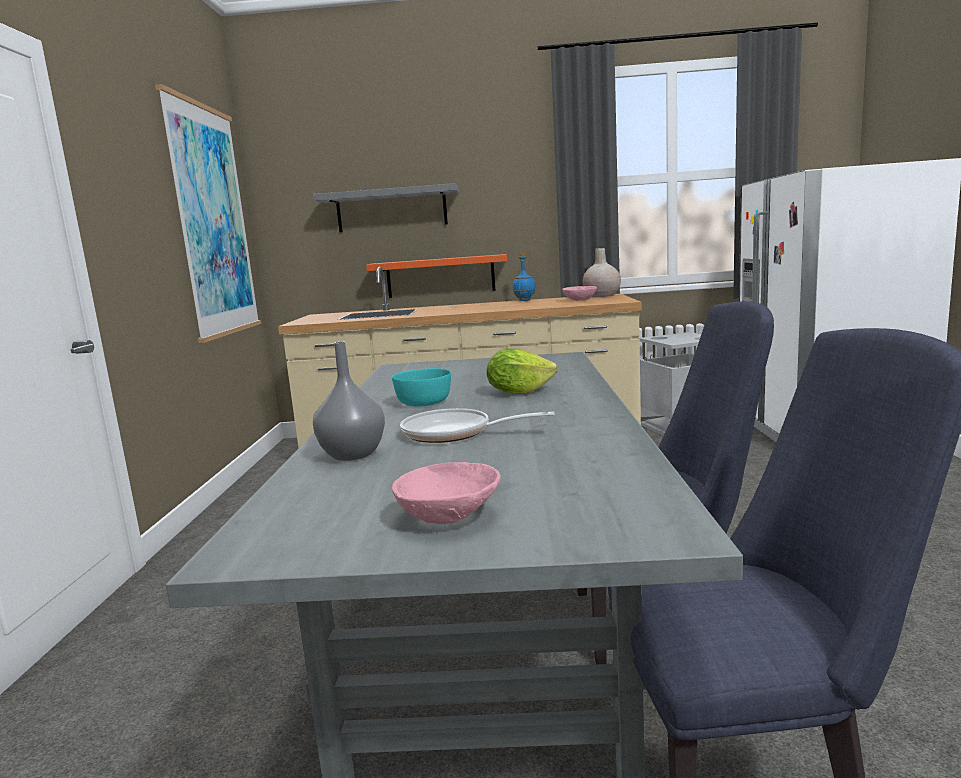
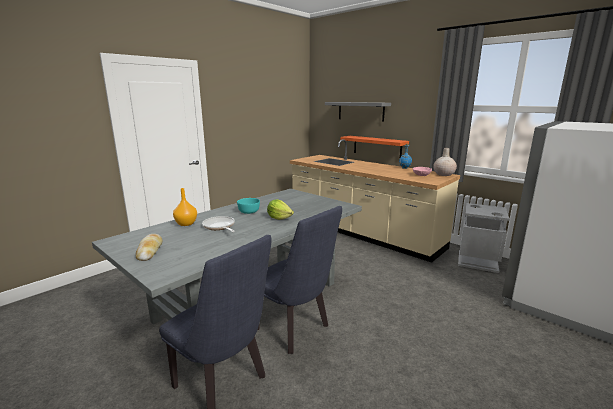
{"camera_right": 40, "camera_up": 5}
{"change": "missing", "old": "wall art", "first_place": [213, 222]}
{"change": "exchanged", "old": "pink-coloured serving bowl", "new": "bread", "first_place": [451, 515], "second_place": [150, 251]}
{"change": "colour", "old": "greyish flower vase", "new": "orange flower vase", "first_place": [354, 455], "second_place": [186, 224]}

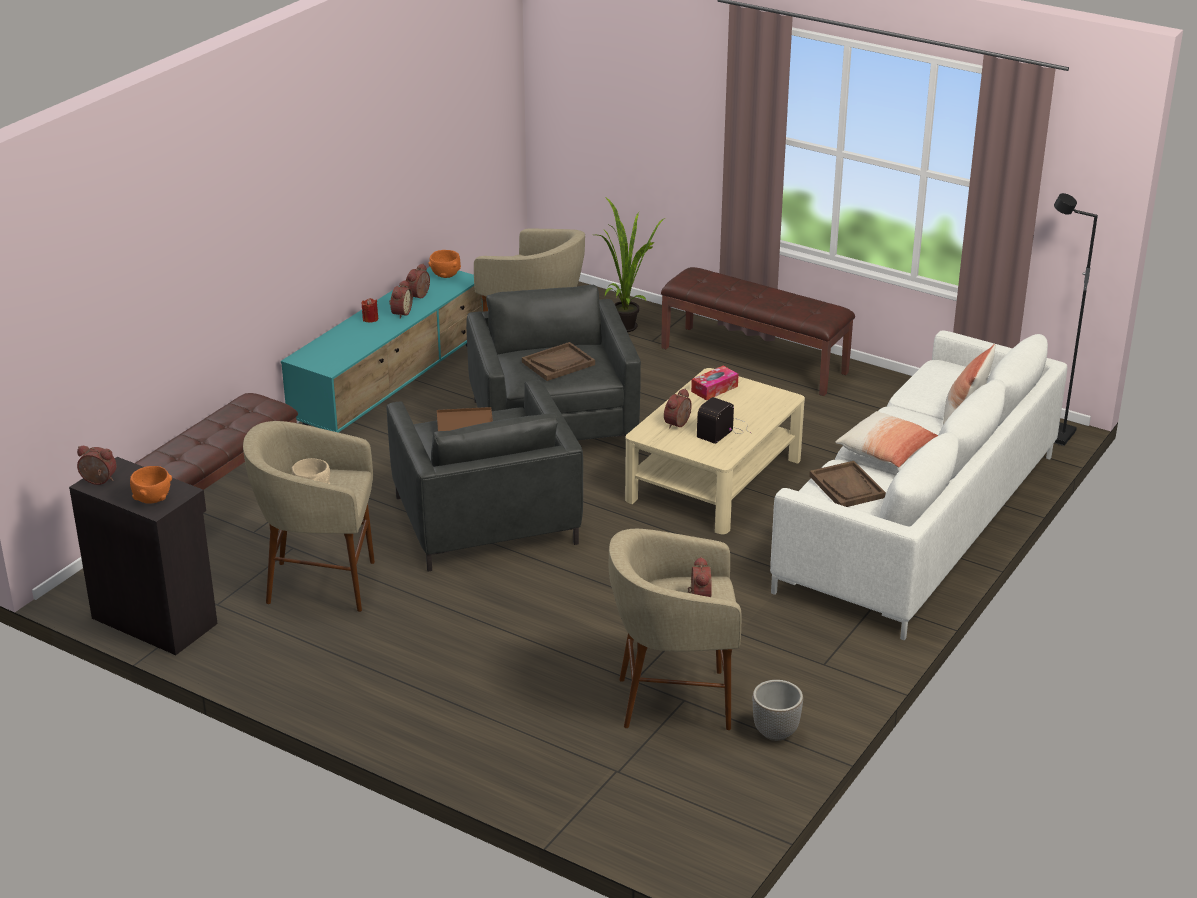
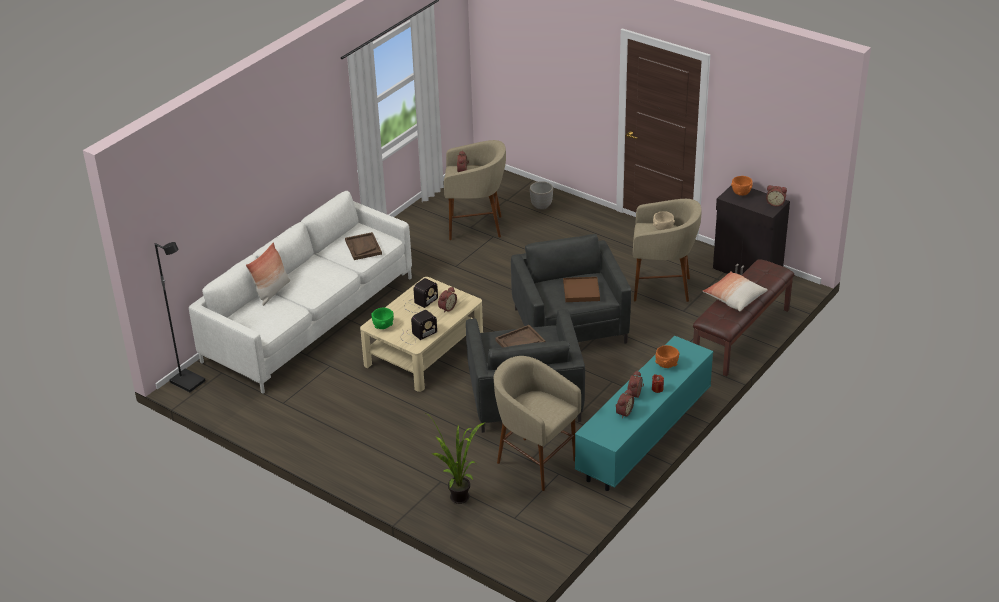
{"camera_right": -175, "camera_up": 5}
{"change": "missing", "old": "brownish long seat", "first_place": [754, 360]}
{"change": "appeared", "new": "green serving bowl", "second_place": [383, 326]}
{"change": "relocated", "old": "orange serving bowl", "first_place": [445, 275], "second_place": [666, 365]}
{"change": "relocated", "old": "plant pot", "first_place": [775, 732], "second_place": [541, 206]}
{"change": "relocated", "old": "cushion", "first_place": [887, 452], "second_place": [734, 298]}
{"change": "exchanged", "old": "tissue box", "new": "radio receiver", "first_place": [714, 389], "second_place": [417, 335]}

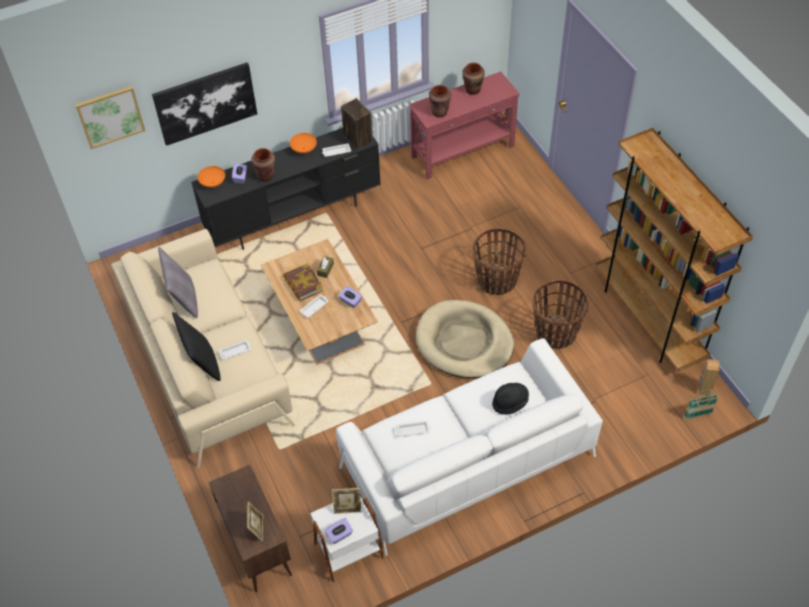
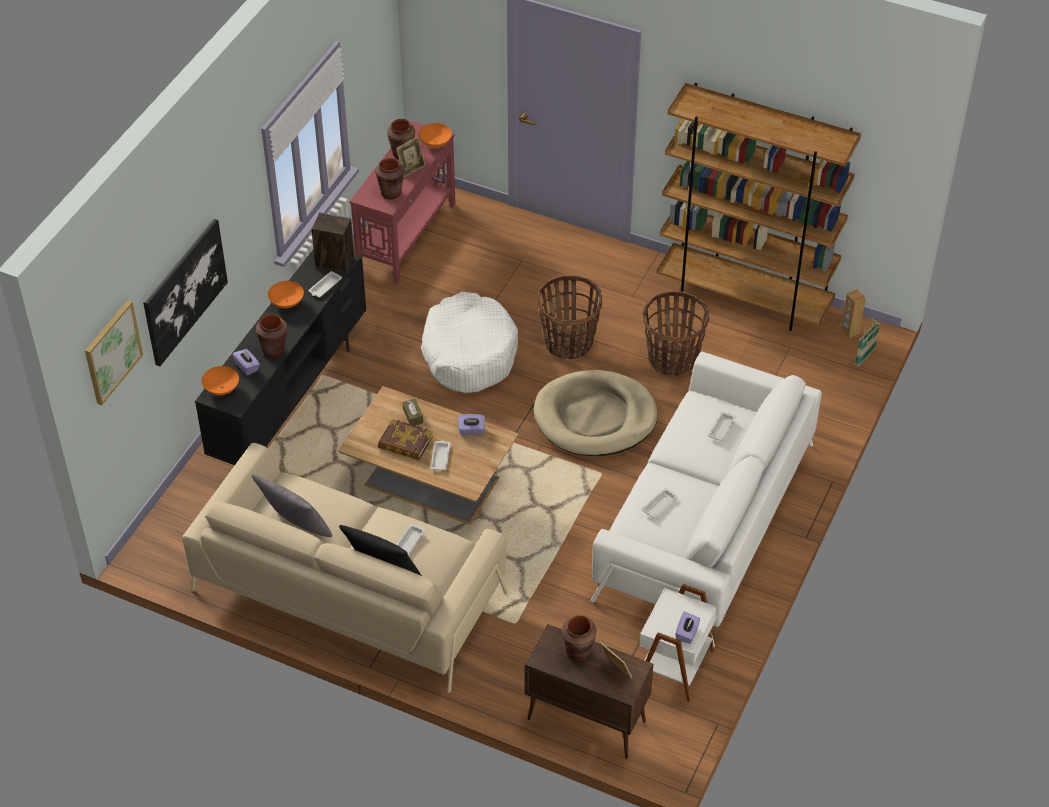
{"camera_right": -40, "camera_up": -5}
{"change": "appeared", "new": "orange serving bowl", "second_place": [435, 143]}
{"change": "appeared", "new": "white-coloured dog cushion", "second_place": [469, 353]}
{"change": "appeared", "new": "brownish flower vase", "second_place": [578, 652]}
{"change": "relocated", "old": "picture frame", "first_place": [347, 508], "second_place": [411, 168]}
{"change": "exchanged", "old": "blackish hat", "new": "white-coloured serving tray", "first_place": [510, 402], "second_place": [722, 428]}

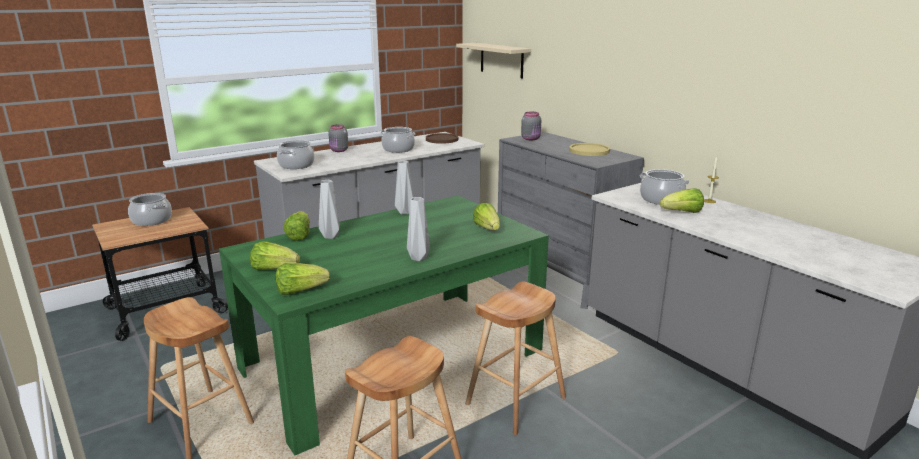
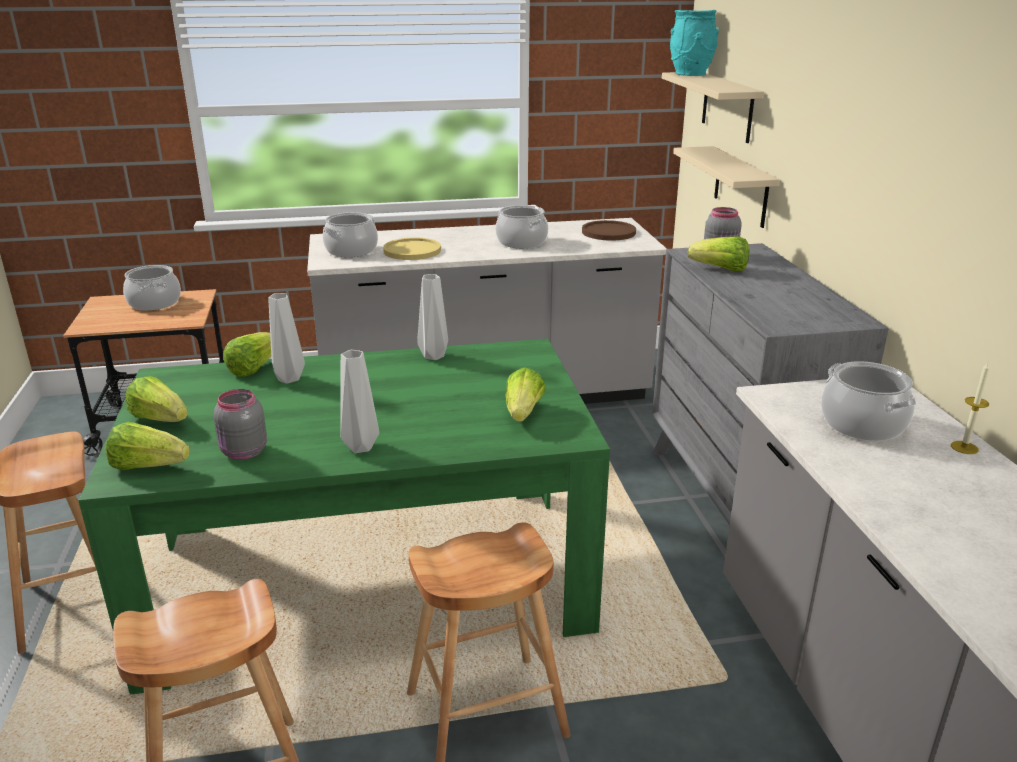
{"camera_right": 25, "camera_up": 5}
{"change": "appeared", "new": "blue-green flower vase", "second_place": [691, 74]}
{"change": "appeared", "new": "sand-coloured bracket shelf", "second_place": [741, 186]}
{"change": "relocated", "old": "greyish preserve jar", "first_place": [339, 150], "second_place": [243, 452]}
{"change": "relocated", "old": "yellowish dinner plate", "first_place": [589, 151], "second_place": [412, 250]}
{"change": "relocated", "old": "head of lettuce", "first_place": [682, 213], "second_place": [720, 269]}

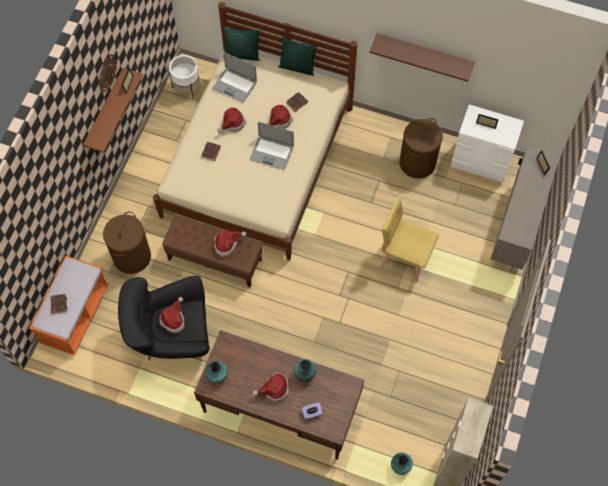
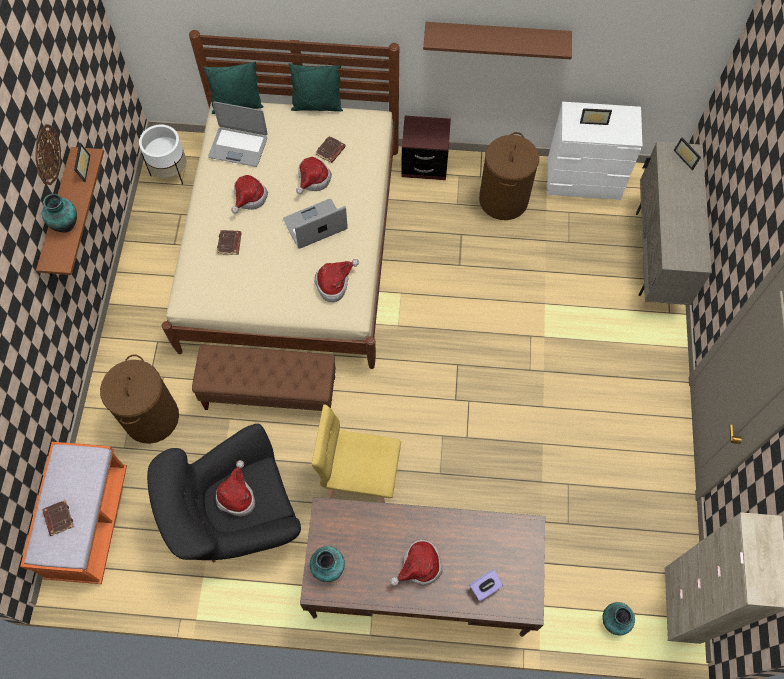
{"camera_right": -15, "camera_up": 0}
{"change": "appeared", "new": "brownish nightstand", "second_place": [424, 164]}
{"change": "relocated", "old": "hat", "first_place": [227, 244], "second_place": [334, 283]}
{"change": "relocated", "old": "flower vase", "first_place": [305, 374], "second_place": [66, 225]}
{"change": "relocated", "old": "yellowish chair", "first_place": [405, 258], "second_place": [361, 479]}
{"change": "spun", "old": "notebook computer", "first_place": [272, 153], "second_place": [315, 225], "degrees": 150}

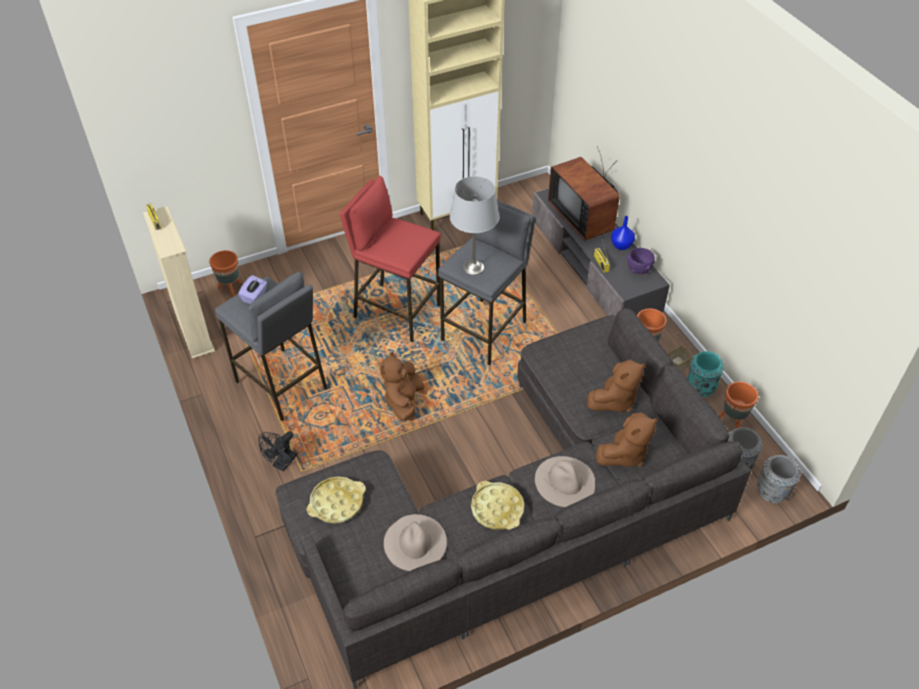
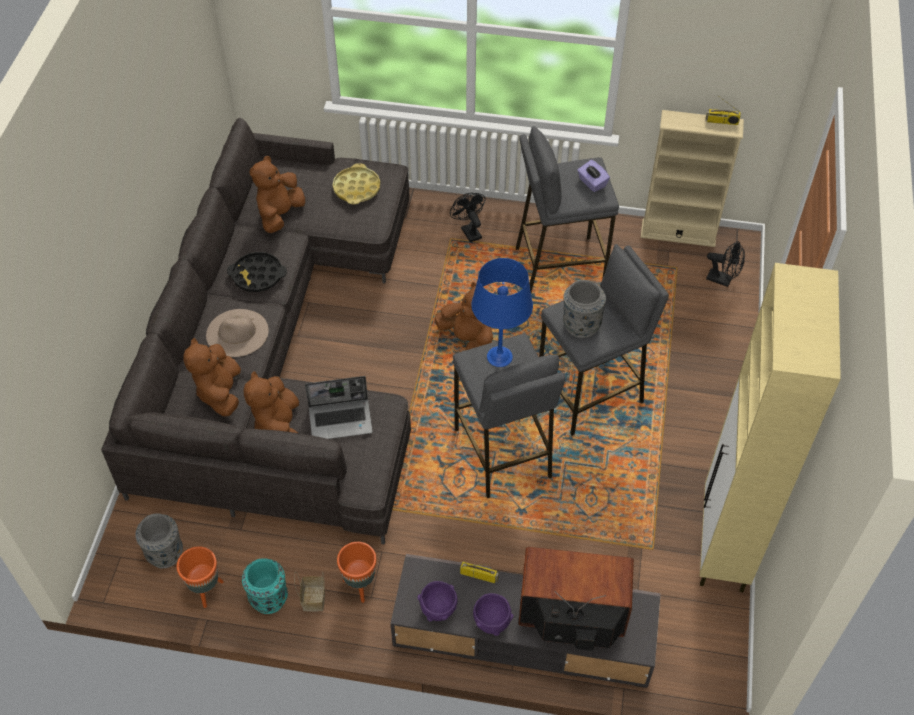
{"camera_right": 125, "camera_up": 5}
{"change": "appeared", "new": "notebook computer", "second_place": [341, 419]}
{"change": "relocated", "old": "greyish flower vase", "first_place": [772, 492], "second_place": [580, 325]}
{"change": "exchanged", "old": "orange plant pot", "new": "blackish fan", "first_place": [230, 290], "second_place": [723, 280]}
{"change": "exchanged", "old": "sand-coloured hat", "new": "brownish soft toy", "first_place": [415, 542], "second_place": [280, 215]}
{"change": "exchanged", "old": "blue flower vase", "new": "purple-coloured serving bowl", "first_place": [621, 245], "second_place": [492, 621]}
{"change": "colour", "old": "red-coloured stool", "new": "greyish stool", "first_place": [396, 312], "second_place": [591, 394]}
{"change": "colour", "old": "greyish table lamp", "new": "blue table lamp", "first_place": [473, 267], "second_place": [500, 356]}
{"change": "colour", "old": "yellowish serving tray", "new": "blackish serving tray", "first_place": [497, 509], "second_place": [257, 275]}

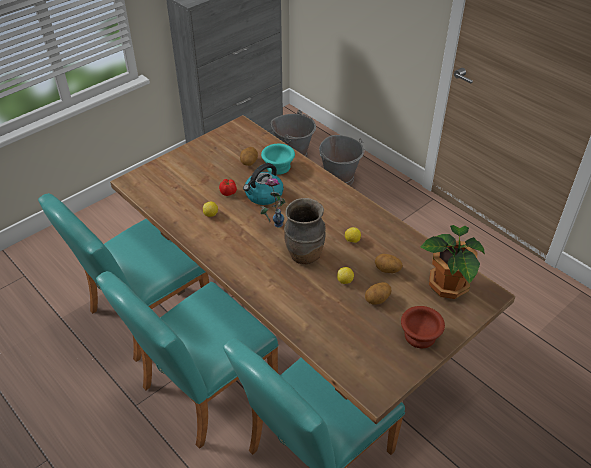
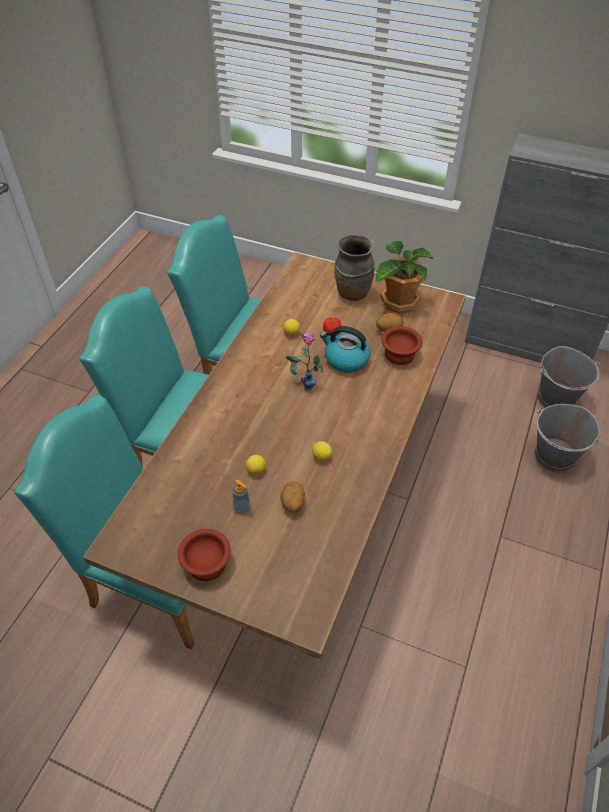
{"camera_right": 65, "camera_up": 5}
{"change": "relocated", "old": "brownish flower vase", "first_place": [304, 255], "second_place": [352, 293]}
{"change": "relocated", "old": "potted plant", "first_place": [447, 286], "second_place": [398, 302]}
{"change": "exchanged", "old": "spud", "new": "soap bottle", "first_place": [377, 300], "second_place": [242, 508]}
{"change": "colour", "old": "blue-green serving bowl", "new": "brownish serving bowl", "first_place": [277, 166], "second_place": [400, 353]}

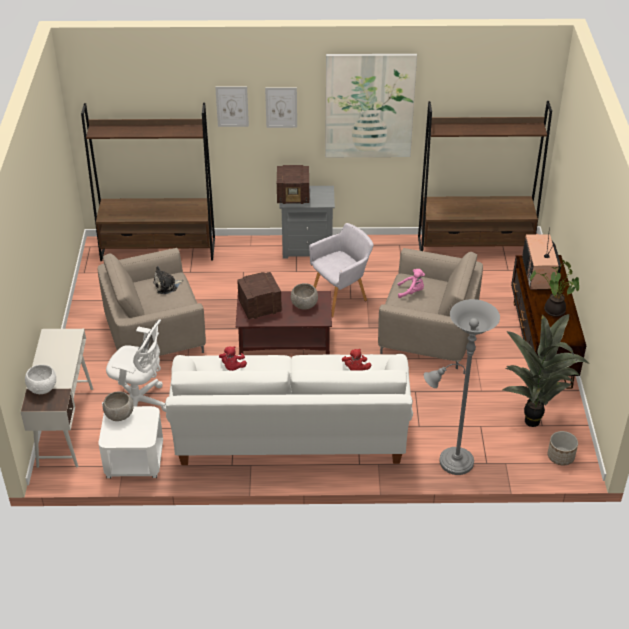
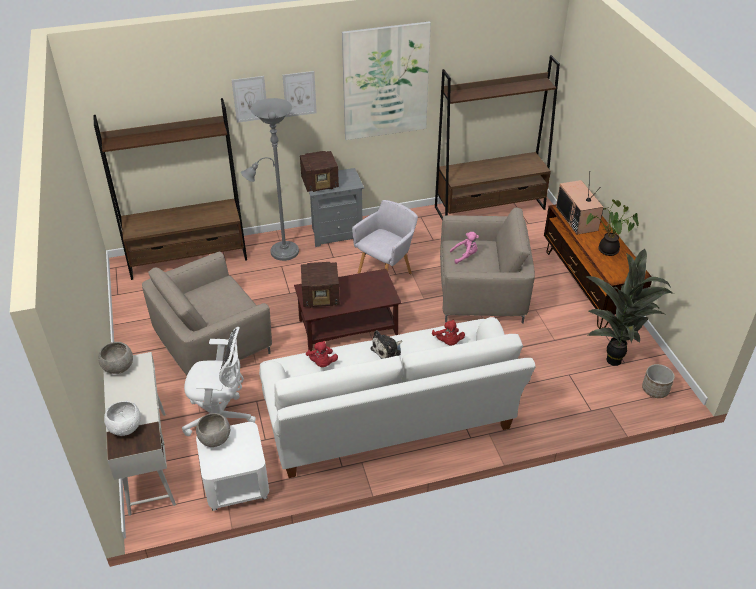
{"camera_right": -15, "camera_up": 0}
{"change": "relocated", "old": "soft toy", "first_place": [167, 286], "second_place": [387, 350]}
{"change": "relocated", "old": "greyish serving bowl", "first_place": [304, 305], "second_place": [118, 367]}
{"change": "relocated", "old": "greyish floor lamp", "first_place": [451, 462], "second_place": [280, 252]}
{"change": "spun", "old": "radio receiver", "first_place": [259, 307], "second_place": [321, 297], "degrees": -150}

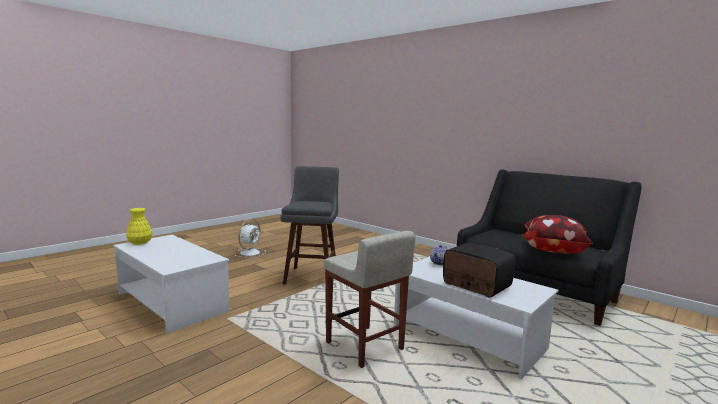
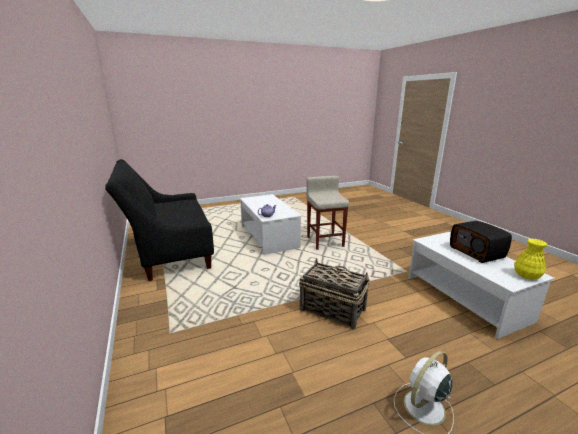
{"camera_right": -155, "camera_up": 10}
{"change": "missing", "old": "cushion", "first_place": [553, 250]}
{"change": "relocated", "old": "radio receiver", "first_place": [475, 285], "second_place": [477, 252]}
{"change": "exchanged", "old": "greyish stool", "new": "storage basket", "first_place": [312, 275], "second_place": [332, 309]}

